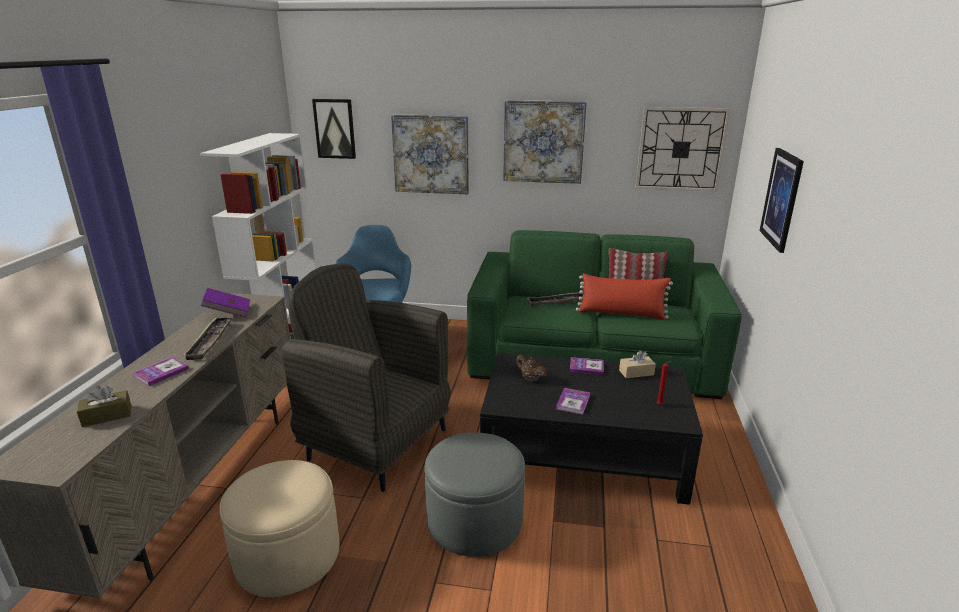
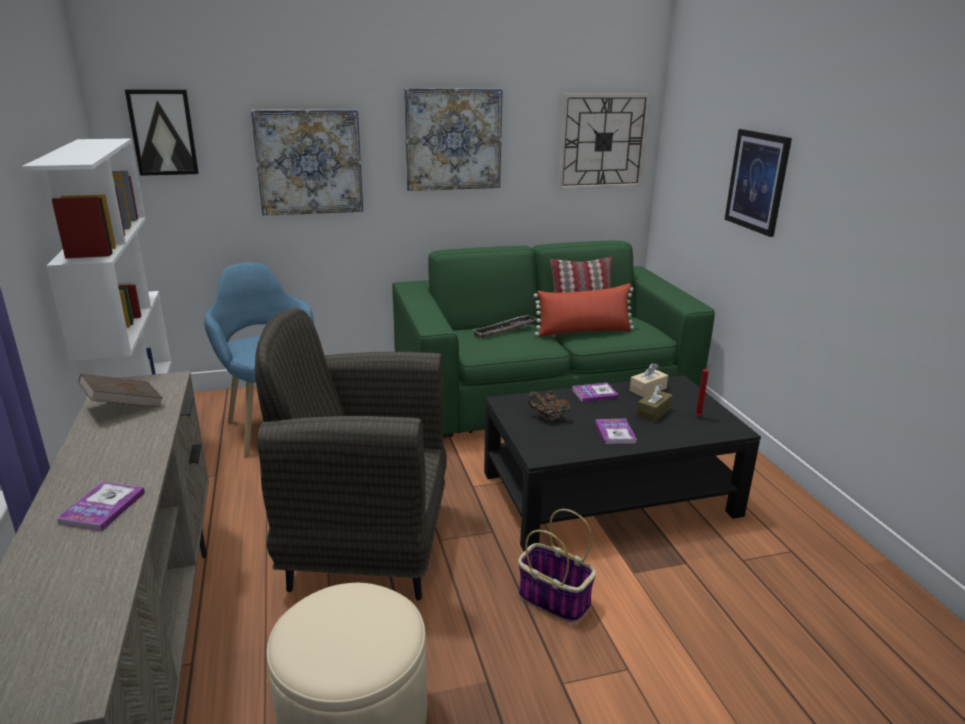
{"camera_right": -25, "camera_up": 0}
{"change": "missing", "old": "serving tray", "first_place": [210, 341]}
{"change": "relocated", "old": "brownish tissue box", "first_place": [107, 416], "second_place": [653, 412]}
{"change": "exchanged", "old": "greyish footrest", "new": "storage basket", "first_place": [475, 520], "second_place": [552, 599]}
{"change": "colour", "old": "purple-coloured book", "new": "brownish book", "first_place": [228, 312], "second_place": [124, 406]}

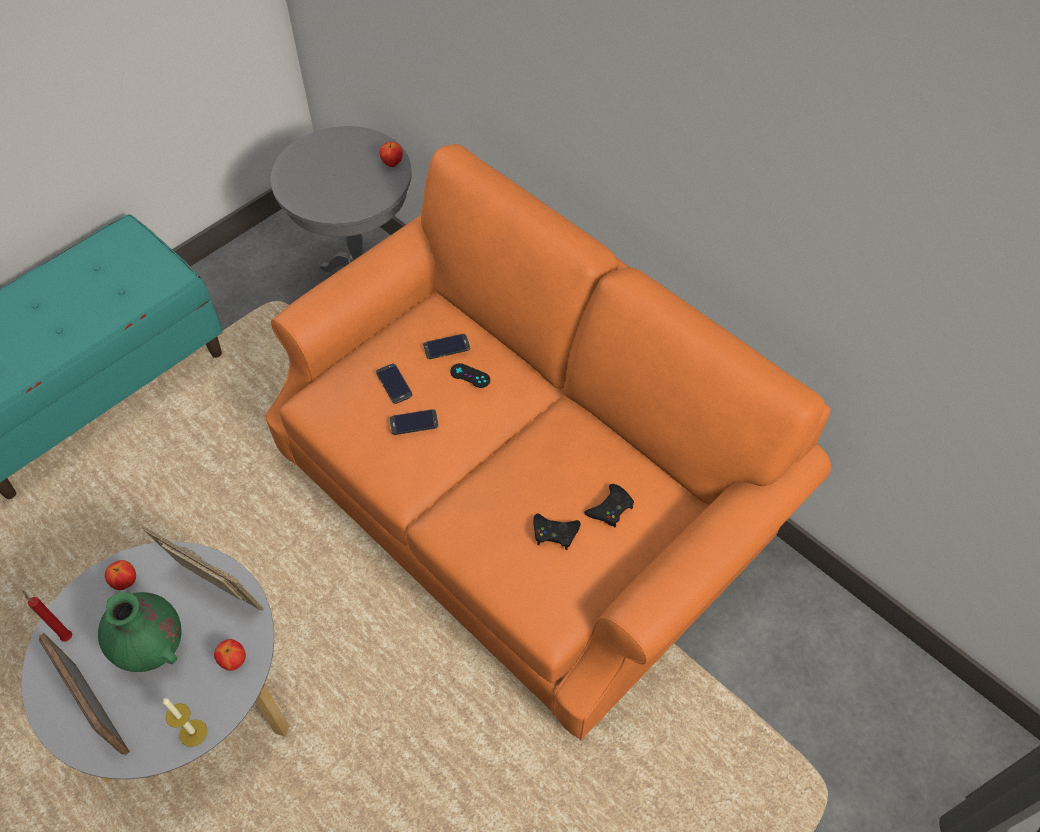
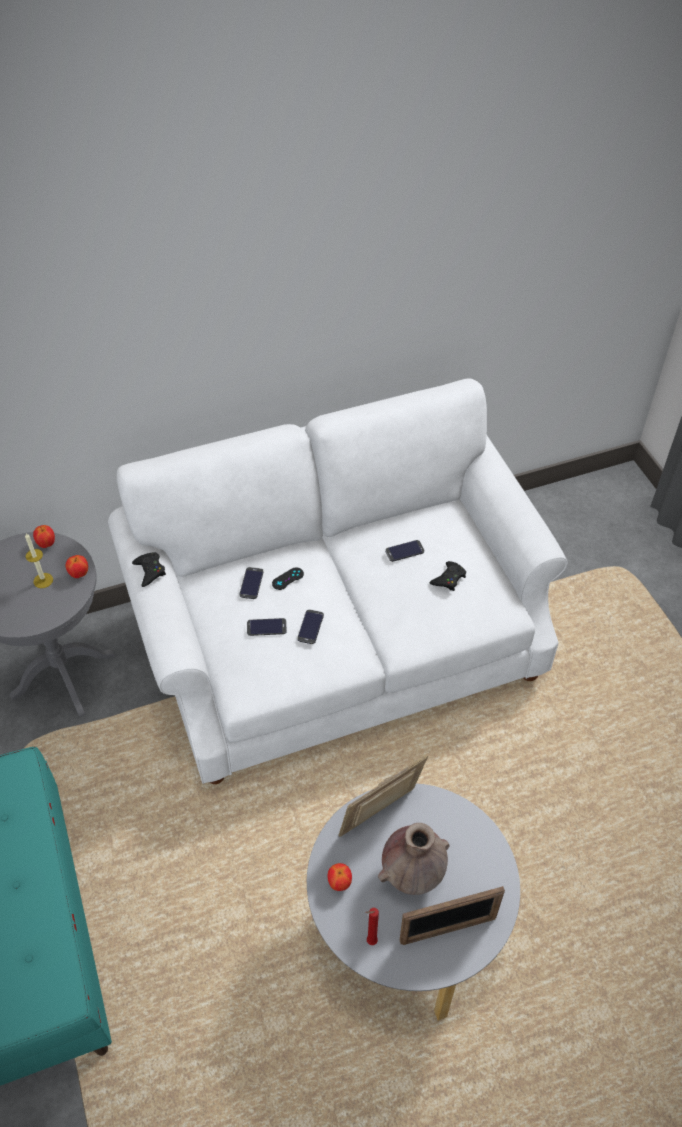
{"camera_right": -65, "camera_up": -5}
{"change": "appeared", "new": "phone", "second_place": [404, 551]}
{"change": "relocated", "old": "wax light", "first_place": [193, 733], "second_place": [43, 580]}
{"change": "relocated", "old": "apple", "first_place": [234, 661], "second_place": [79, 574]}
{"change": "relocated", "old": "blackish joypad", "first_place": [610, 508], "second_place": [150, 571]}
{"change": "colour", "old": "green flower vase", "new": "brownish flower vase", "first_place": [154, 649], "second_place": [412, 875]}
{"change": "colour", "old": "orange couch", "new": "white-coloured couch", "first_place": [523, 501], "second_place": [341, 641]}

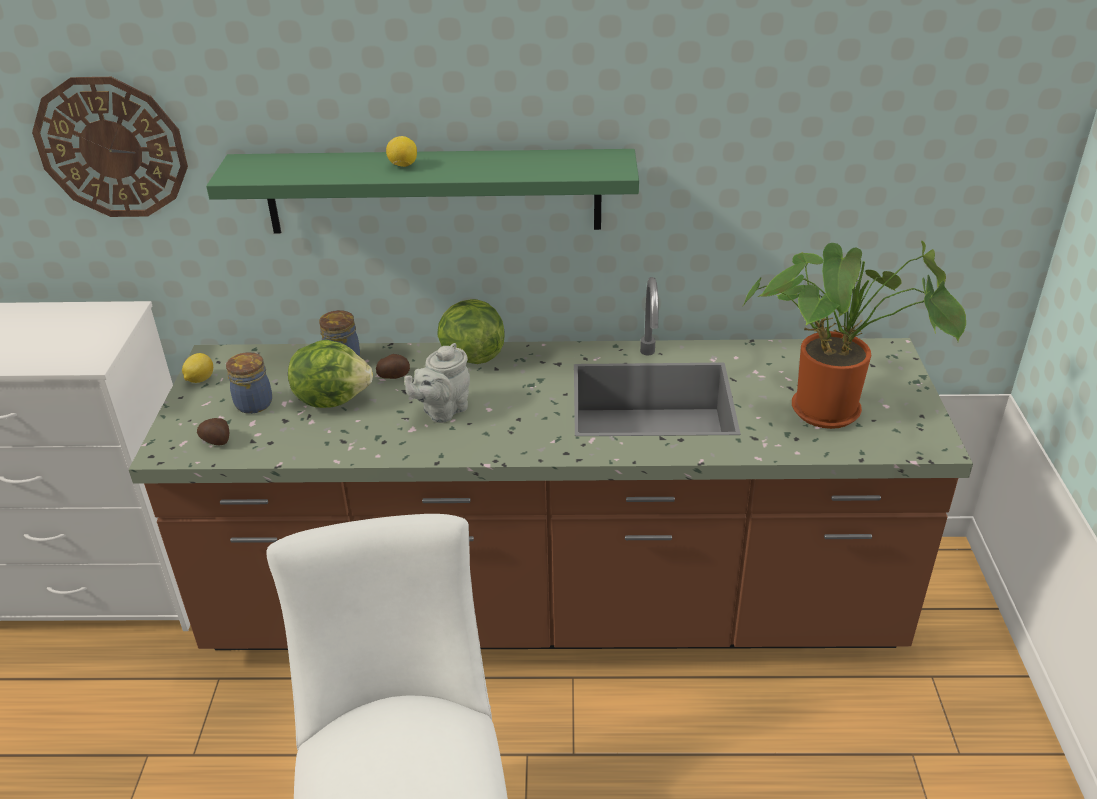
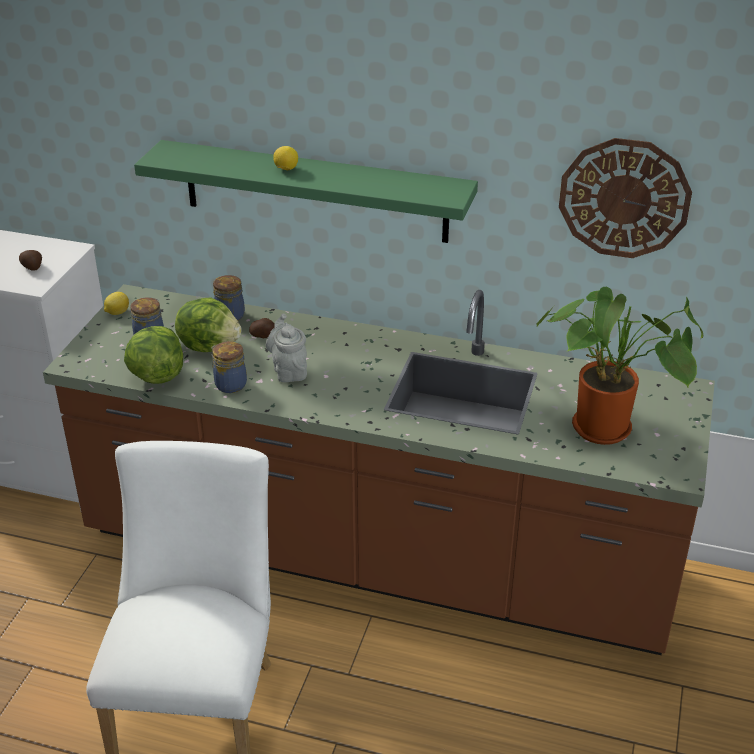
{"camera_right": 15, "camera_up": 0}
{"change": "appeared", "new": "preserve jar", "second_place": [229, 384]}
{"change": "relocated", "old": "hanging clock", "first_place": [112, 148], "second_place": [624, 198]}
{"change": "relocated", "old": "spud", "first_place": [217, 441], "second_place": [32, 268]}
{"change": "relocated", "old": "head of lettuce", "first_place": [471, 357], "second_place": [156, 375]}
{"change": "spun", "old": "greyish pot for tea", "first_place": [442, 411], "second_place": [289, 370], "degrees": 105}

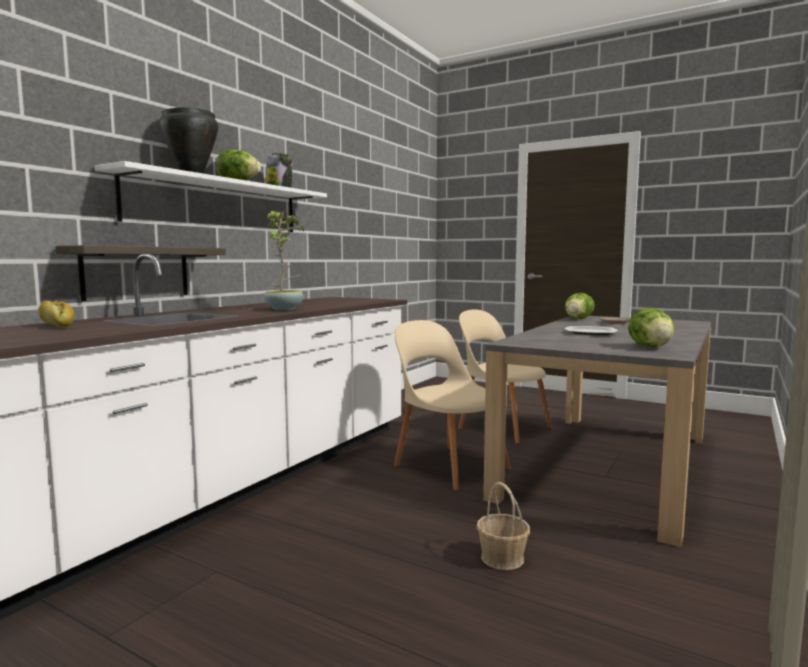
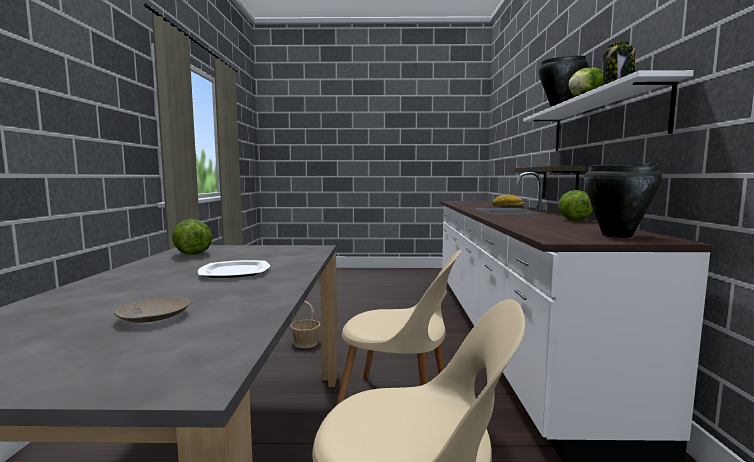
{"camera_right": 150, "camera_up": 0}
{"change": "missing", "old": "potted plant", "first_place": [285, 309]}
{"change": "appeared", "new": "blackish cooking pot", "second_place": [617, 236]}
{"change": "relocated", "old": "head of lettuce", "first_place": [578, 319], "second_place": [573, 220]}

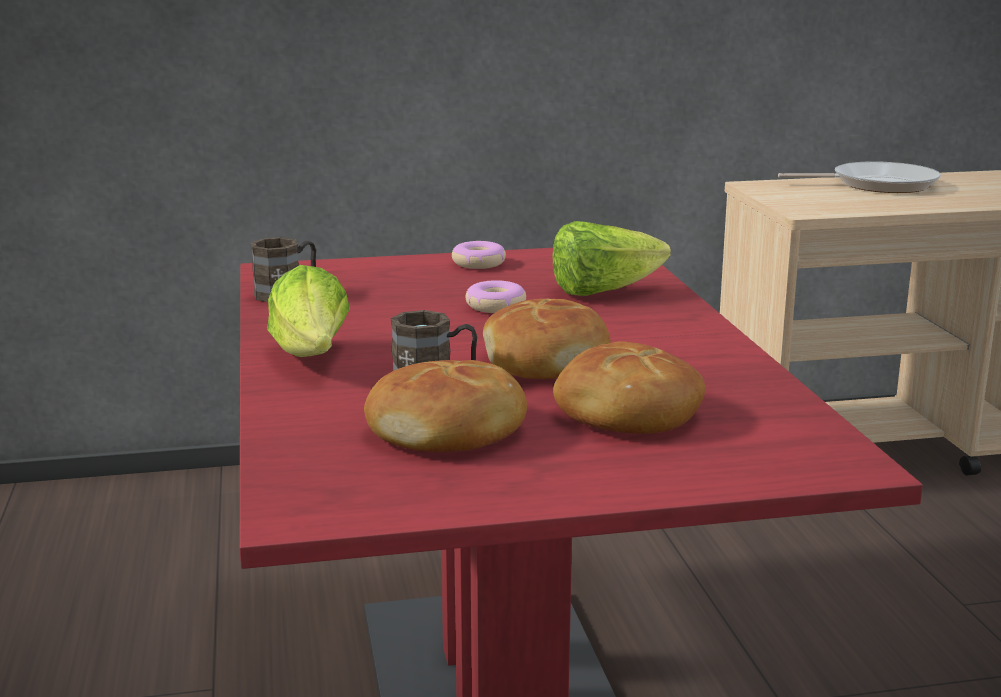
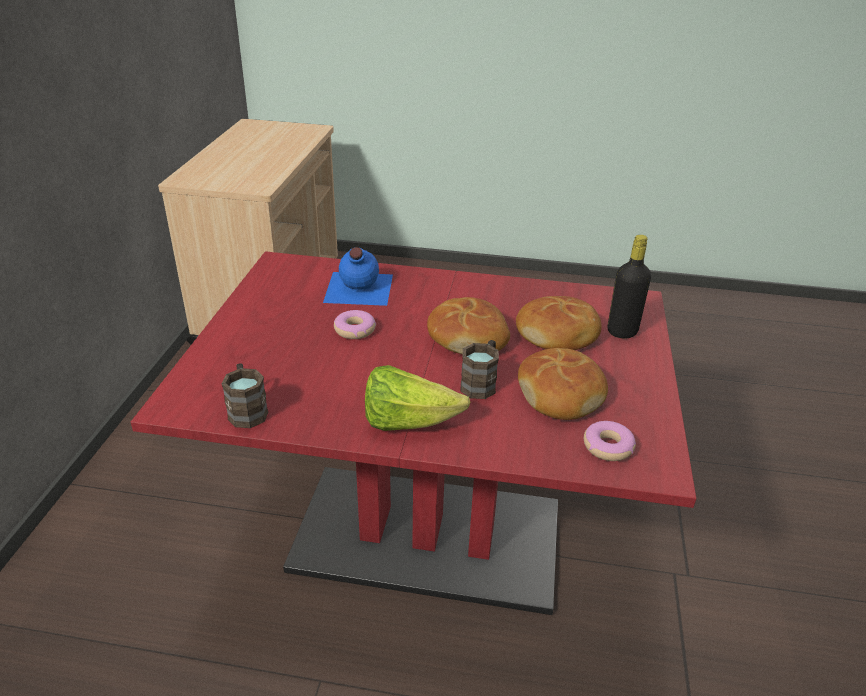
{"camera_right": -70, "camera_up": 15}
{"change": "missing", "old": "skillet", "first_place": [877, 185]}
{"change": "appeared", "new": "blackish bottle", "second_place": [622, 331]}
{"change": "relocated", "old": "ring doughnut", "first_place": [478, 263], "second_place": [608, 447]}
{"change": "exchanged", "old": "head of lettuce", "new": "blue bottle", "first_place": [603, 292], "second_place": [357, 288]}

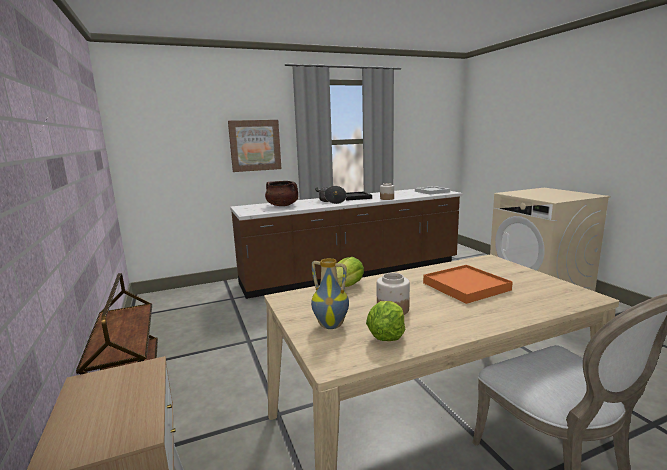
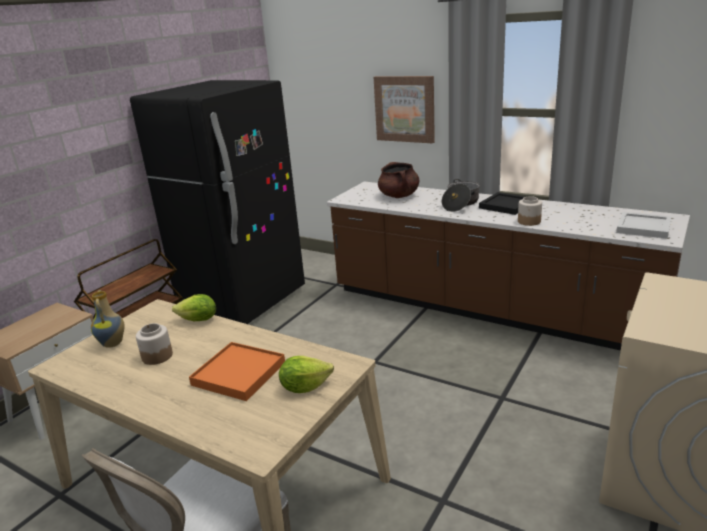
{"camera_right": 55, "camera_up": 10}
{"change": "appeared", "new": "blackish refrigerator", "second_place": [244, 301]}
{"change": "relocated", "old": "head of lettuce", "first_place": [386, 336], "second_place": [304, 387]}

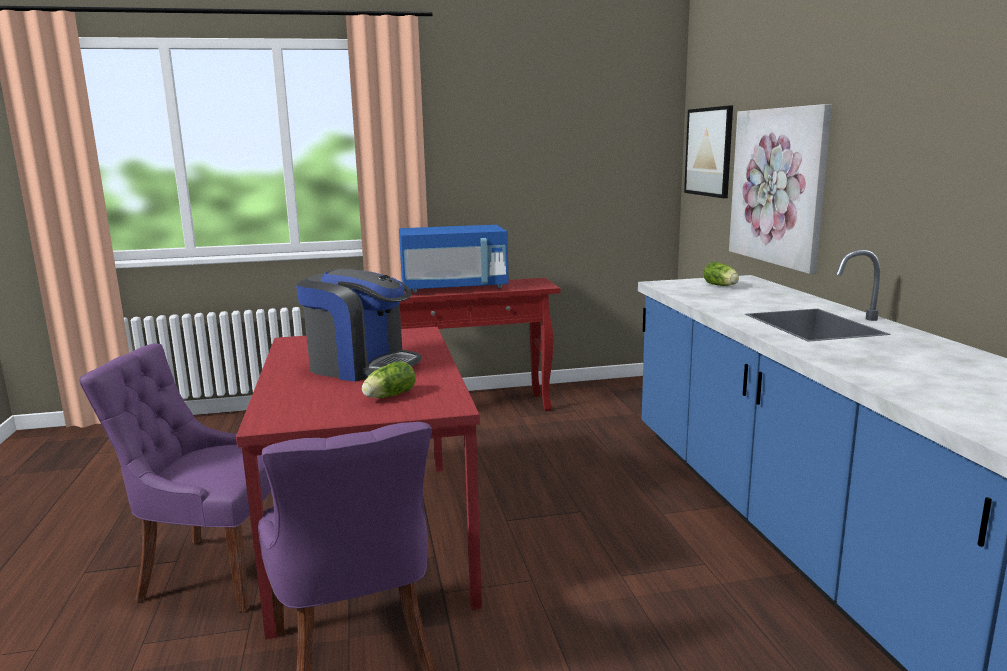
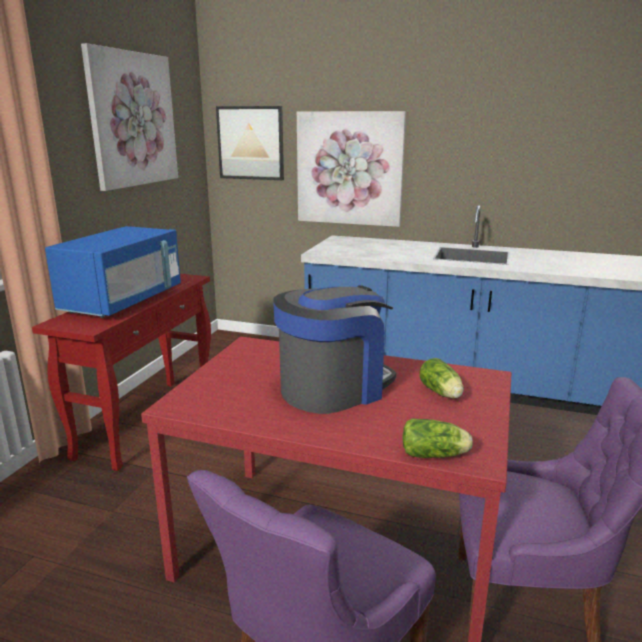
{"camera_right": -60, "camera_up": 5}
{"change": "appeared", "new": "wall art", "second_place": [133, 119]}
{"change": "relocated", "old": "head of lettuce", "first_place": [721, 286], "second_place": [436, 455]}

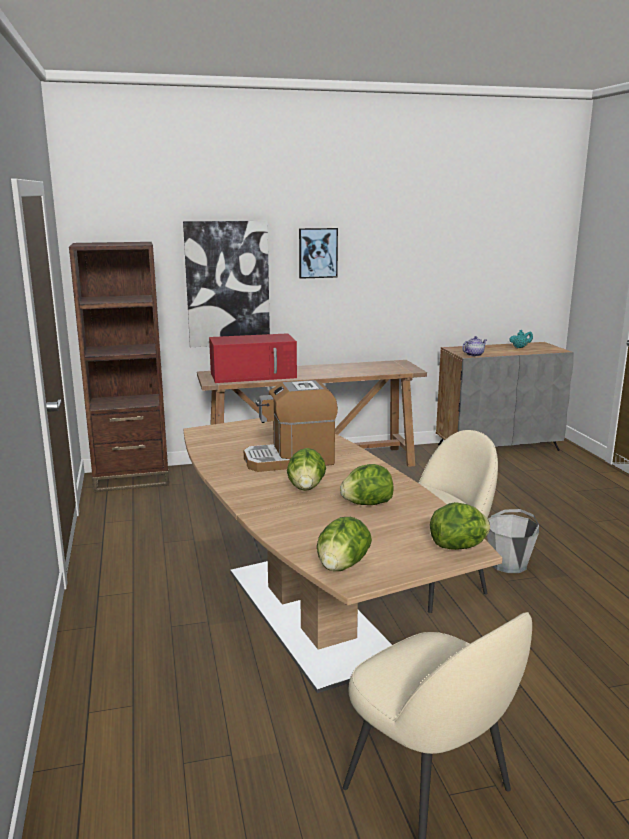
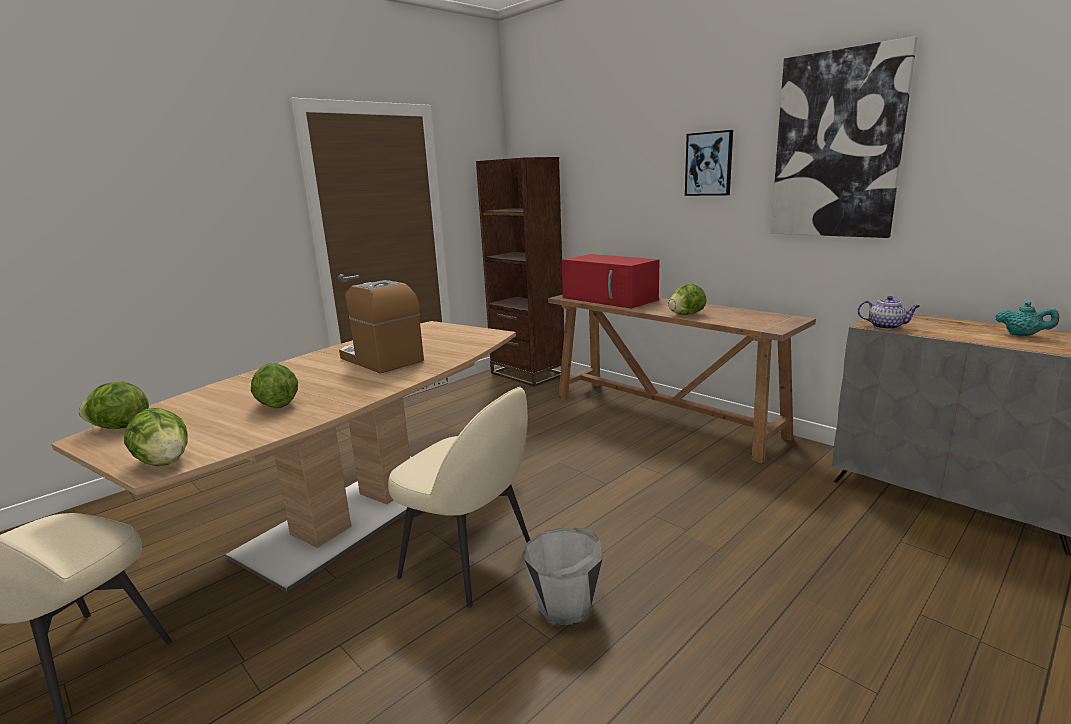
{"camera_right": 60, "camera_up": 0}
{"change": "relocated", "old": "wall art", "first_place": [227, 284], "second_place": [837, 146]}
{"change": "relocated", "old": "head of lettuce", "first_place": [306, 487], "second_place": [686, 314]}

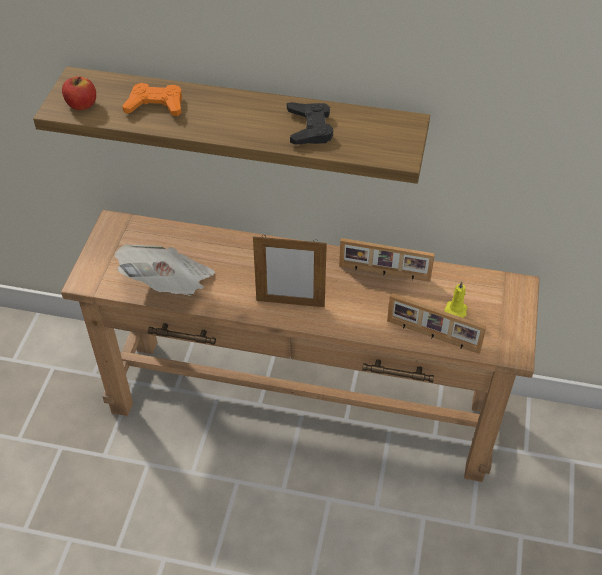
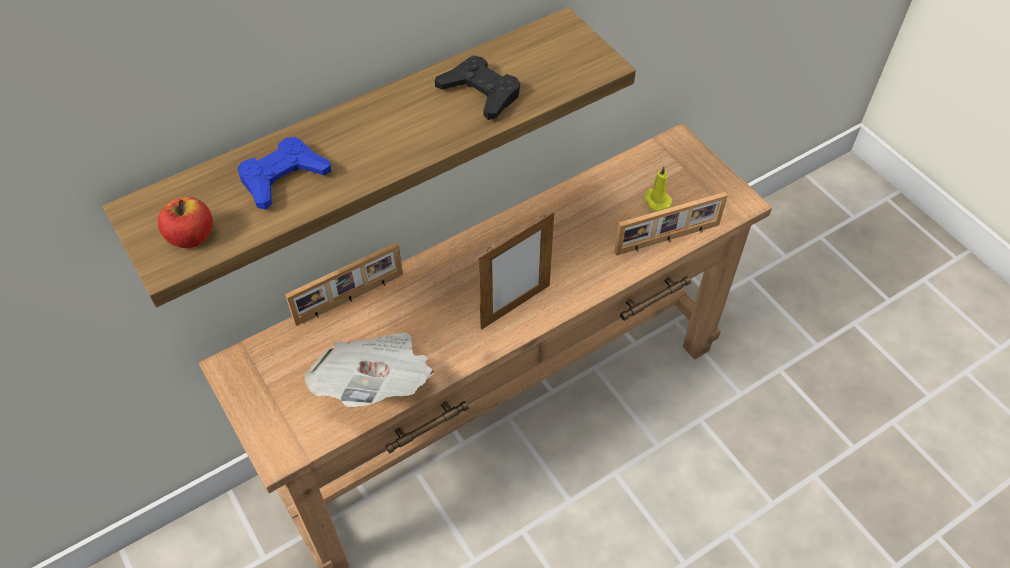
{"camera_right": -45, "camera_up": 5}
{"change": "relocated", "old": "picture frame", "first_place": [384, 273], "second_place": [350, 299]}
{"change": "colour", "old": "orange joypad", "new": "blue joypad", "first_place": [155, 105], "second_place": [283, 177]}

